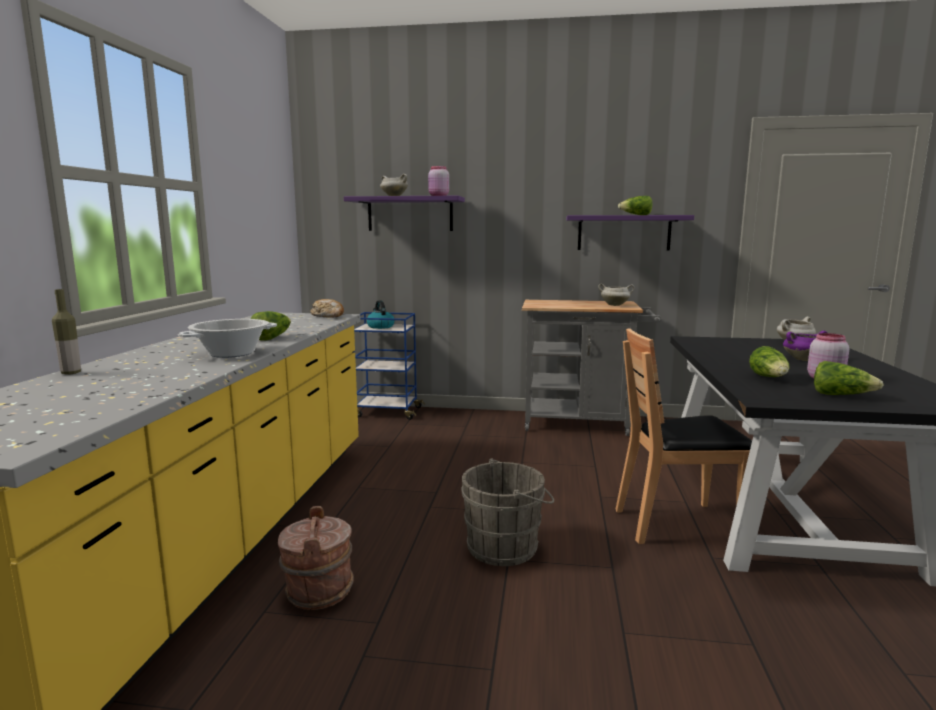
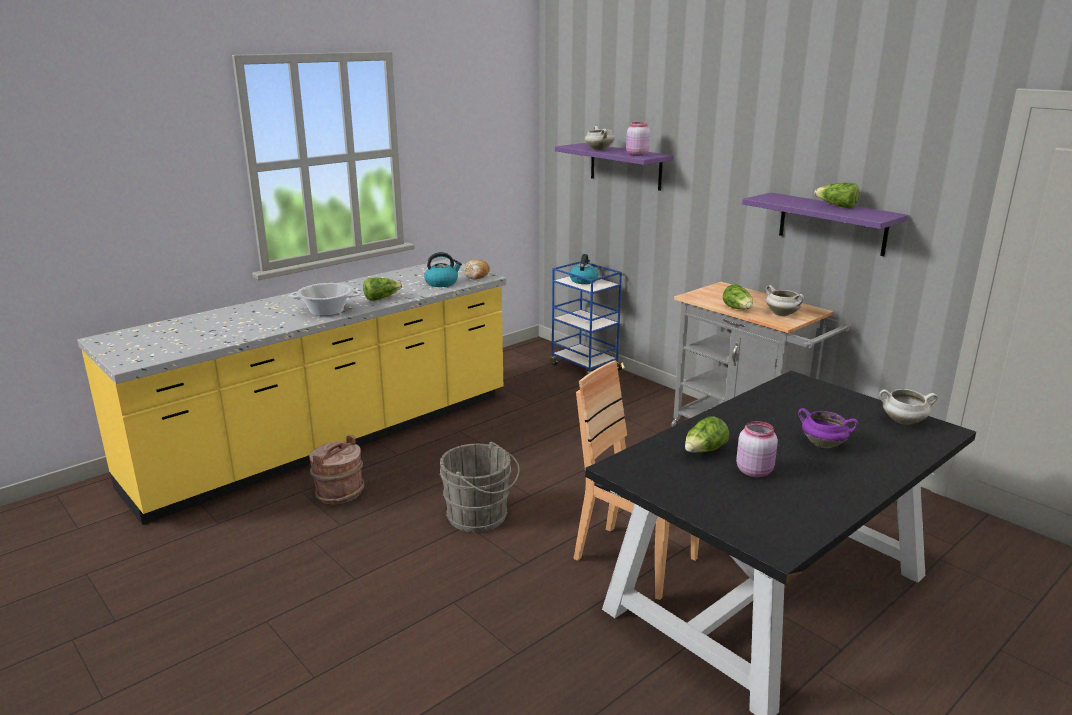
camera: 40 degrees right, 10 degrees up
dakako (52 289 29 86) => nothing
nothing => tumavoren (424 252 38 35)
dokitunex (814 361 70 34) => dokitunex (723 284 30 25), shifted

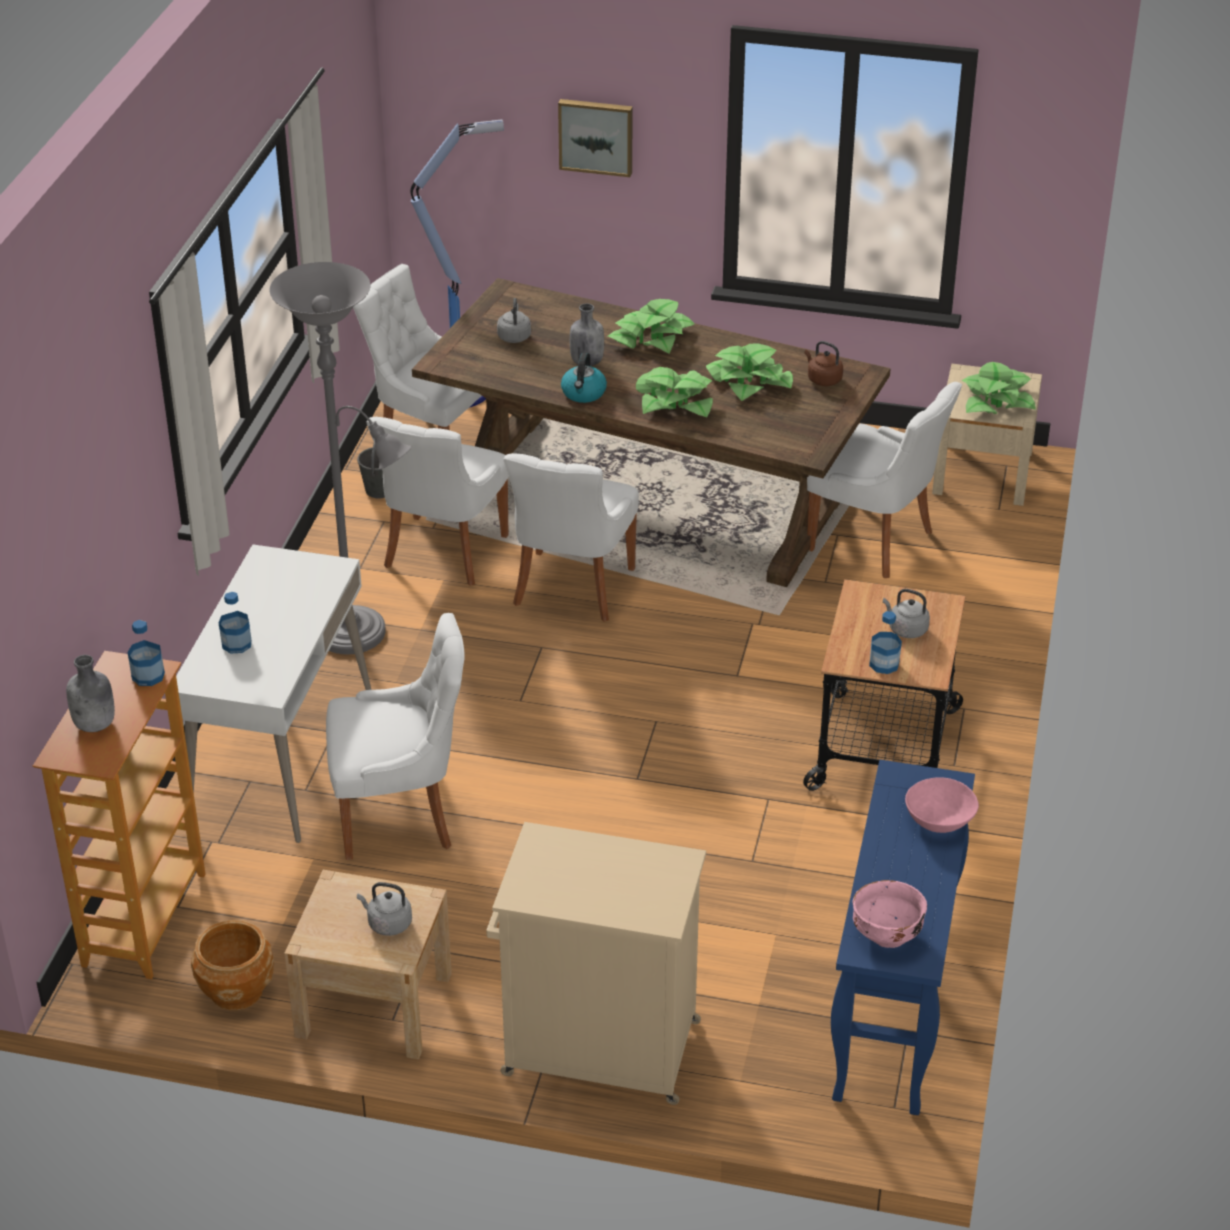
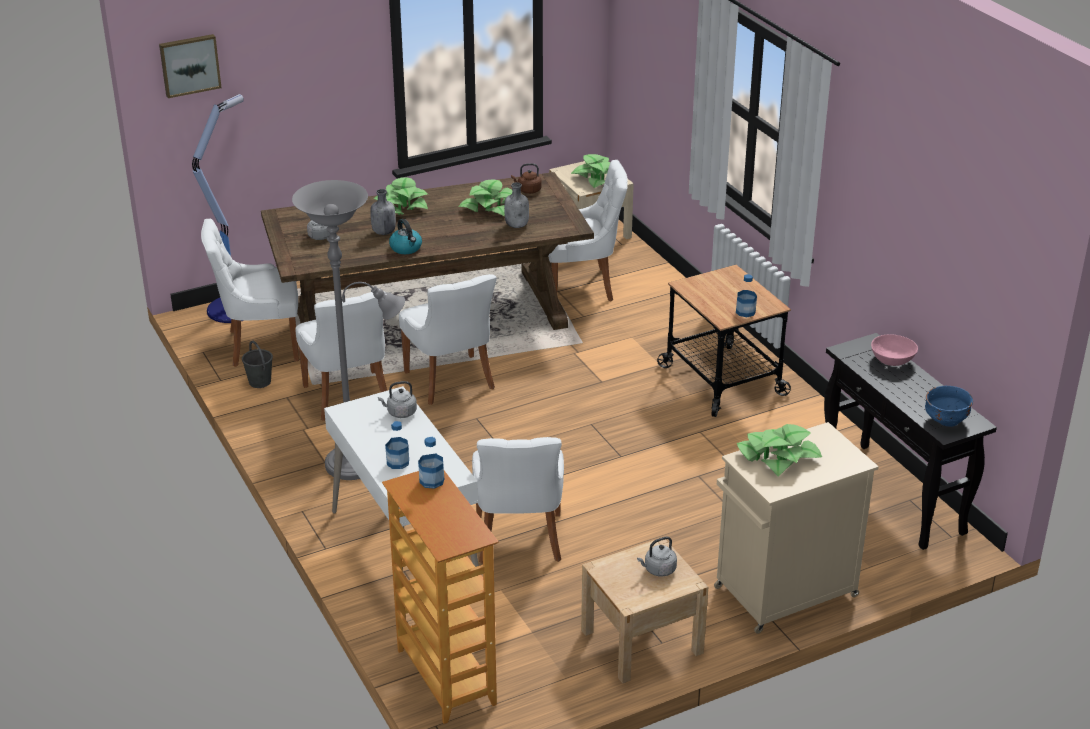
camera: 40 degrees left, 5 degrees down
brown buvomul (191 920 83 90) => nothing
grey dakako (66 655 49 77) => grey dakako (504 182 25 46), shifted
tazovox (558 99 75 78) => tazovox (159 34 62 64), shifted
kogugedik (636 367 77 50) => kogugedik (737 424 85 52), shifted
grey tumavoren (883 589 47 49) => grey tumavoren (378 381 39 37), shifted
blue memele (831 760 144 355) => black memele (824 333 173 217)
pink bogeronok (853 880 74 68) => blue bogeronok (925 386 48 41)
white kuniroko (326 613 139 247) => white kuniroko (472 437 92 127), 135 degrees clockwise

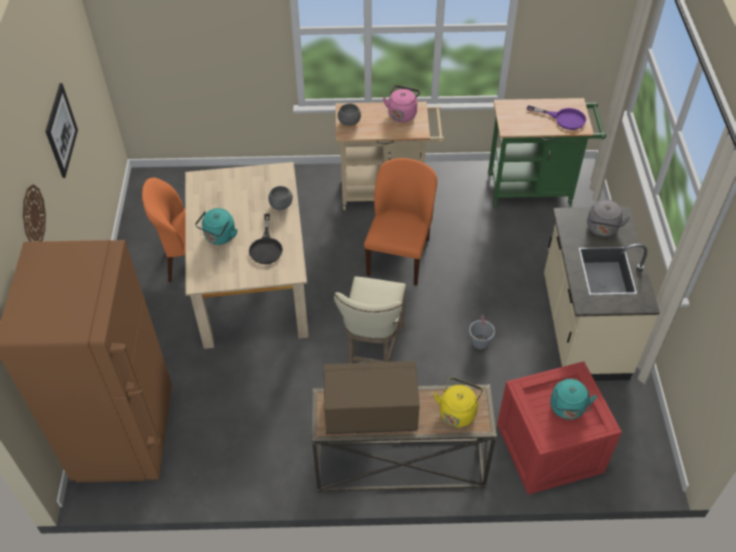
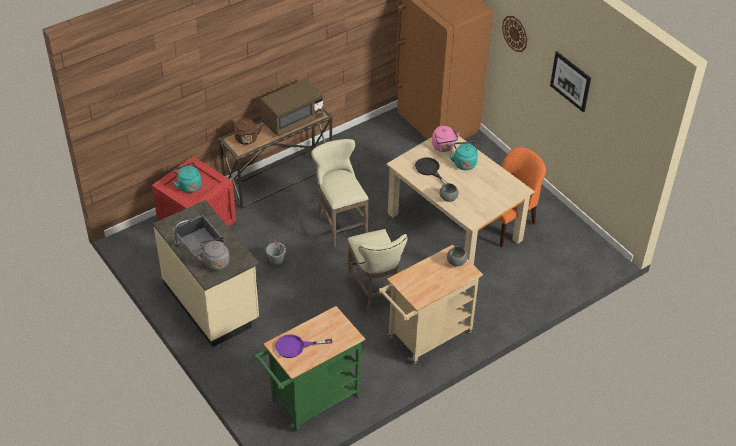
camera: 145 degrees right, 5 degrees down
pink tumavoren (383 85 37 37) => pink tumavoren (432 126 28 26), shifted
orange kuniroko (364 158 73 128) => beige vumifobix (347 229 61 82)
yellow tumavoren (434 377 49 50) => brown tumavoren (234 118 28 27)

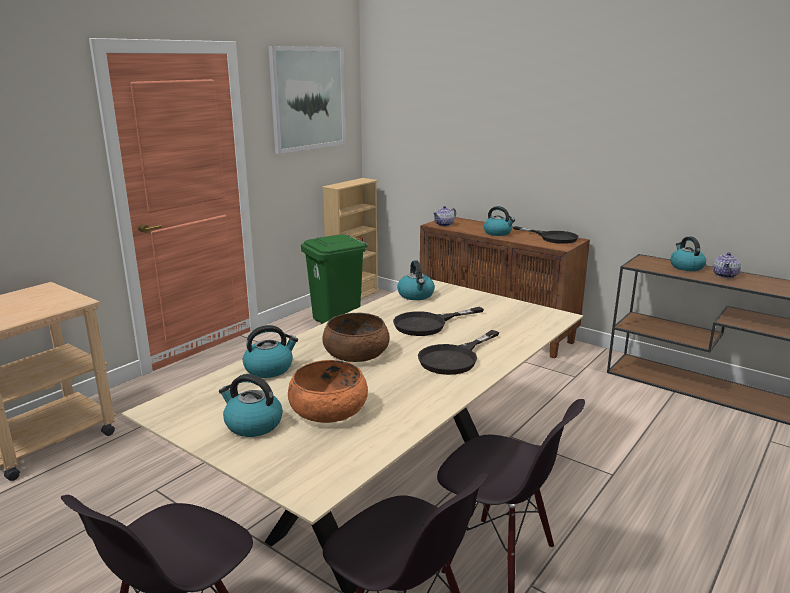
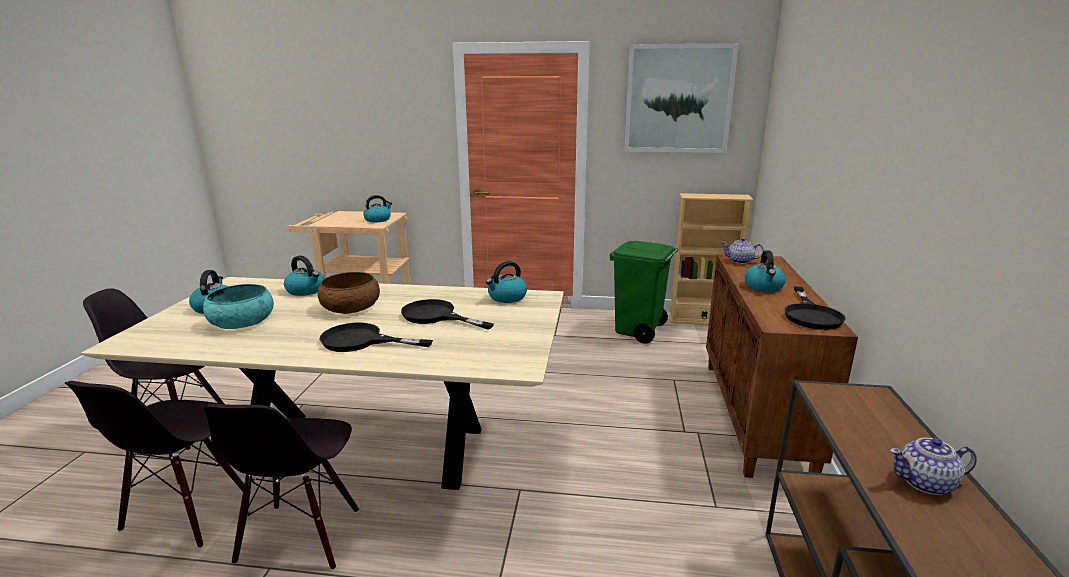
camera: 60 degrees right, 0 degrees up
tumavoren (670 237 36 34) => tumavoren (364 195 28 27), shifted
orange bogeronok (288 360 80 63) => turquoise bogeronok (203 284 71 45)

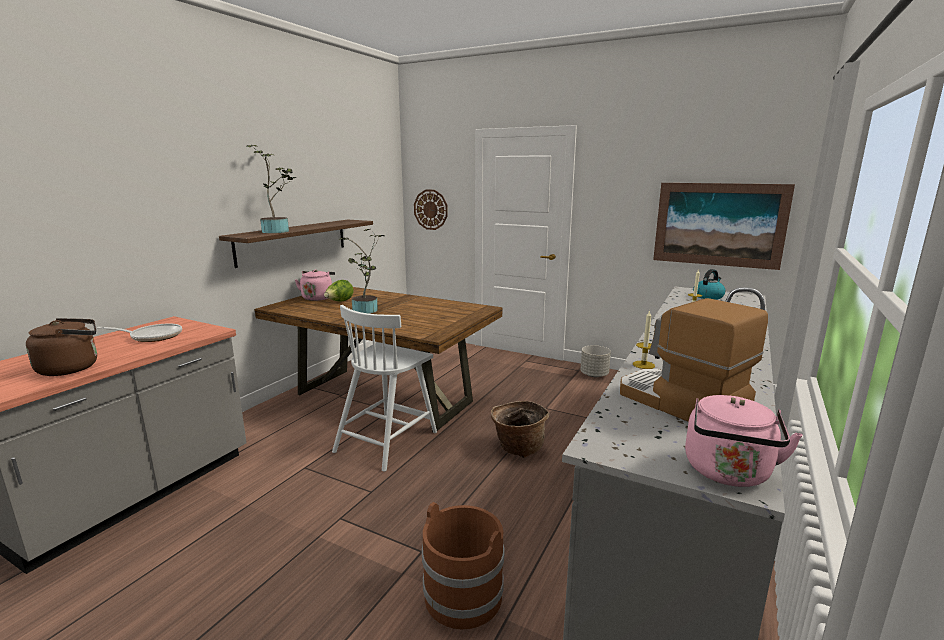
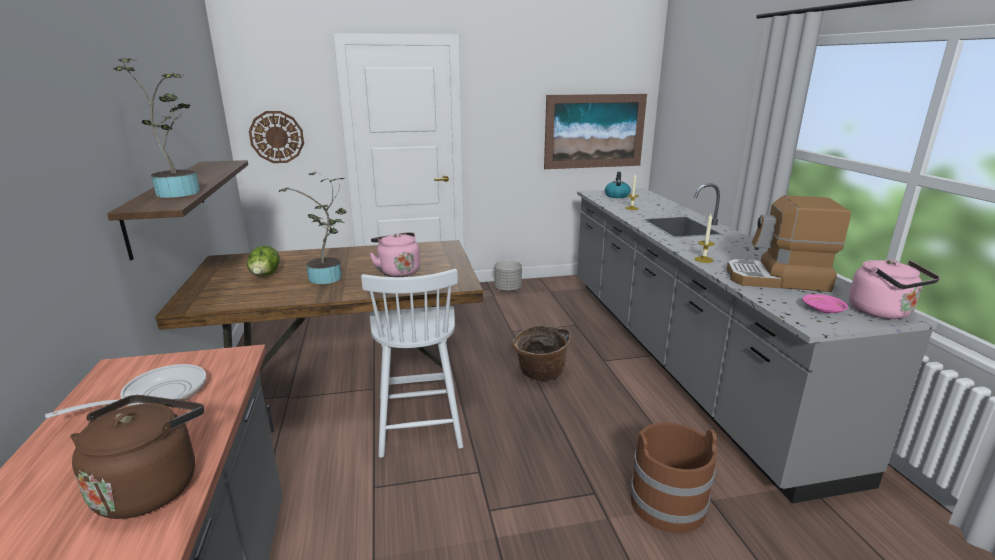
camera: 40 degrees left, 5 degrees up
nothing => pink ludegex (803 294 45 19)
pink tumavoren (295 269 40 32) => pink tumavoren (369 232 51 45), shifted

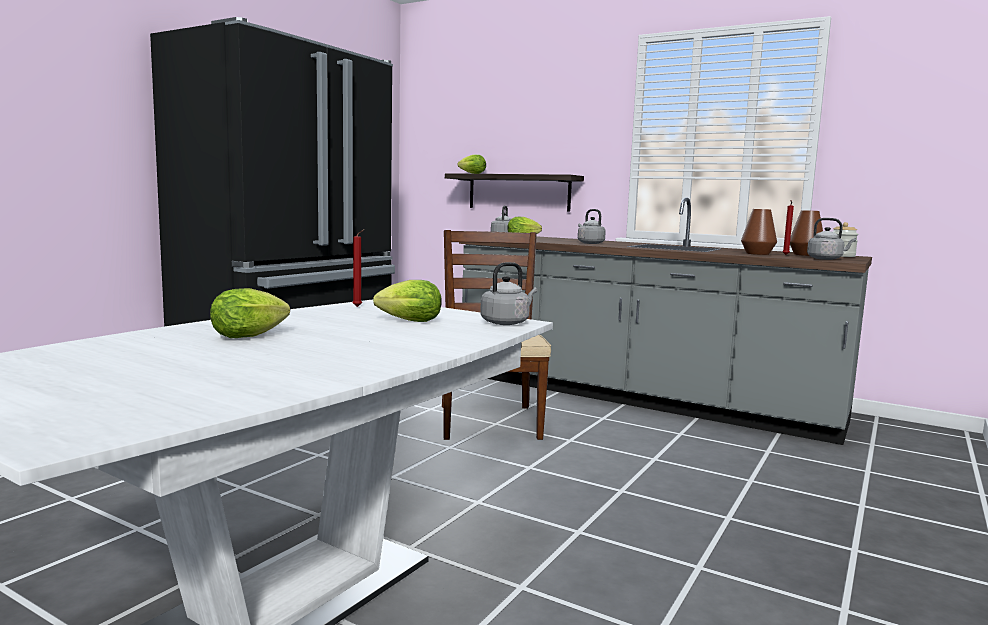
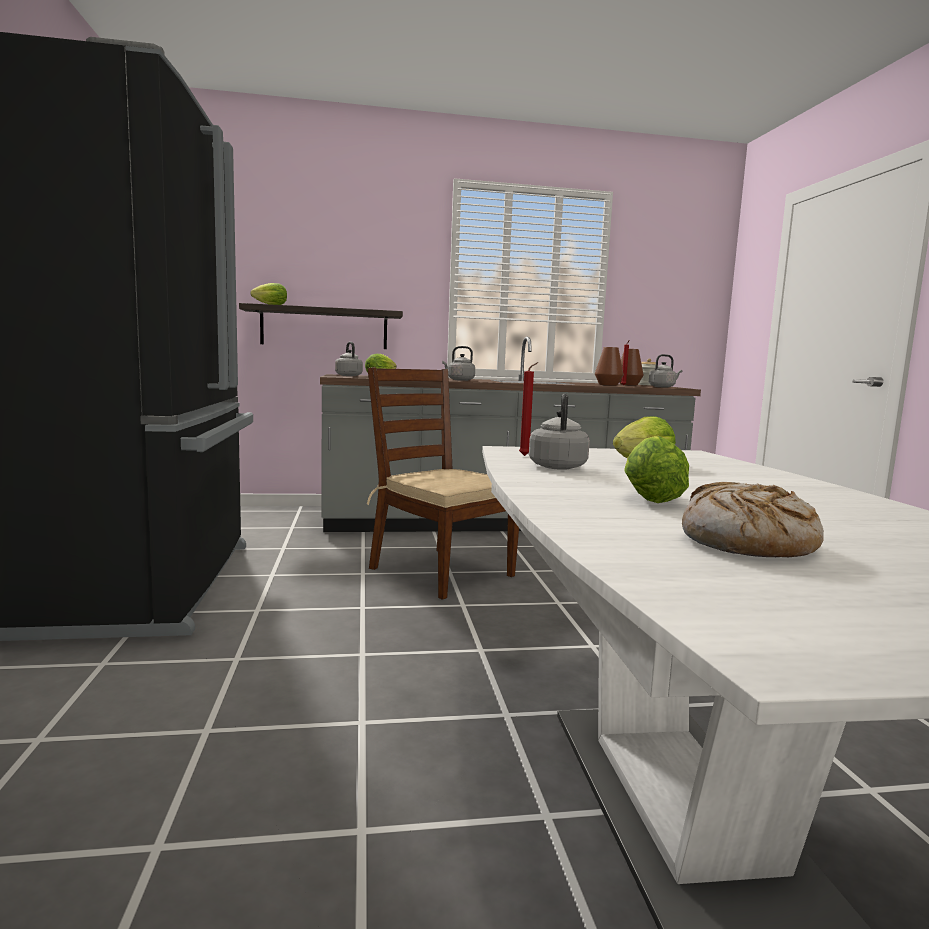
camera: 40 degrees left, 0 degrees up
nothing => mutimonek (682 482 142 75)
grey tumavoren (480 262 57 63) => grey tumavoren (529 394 61 76), shifted

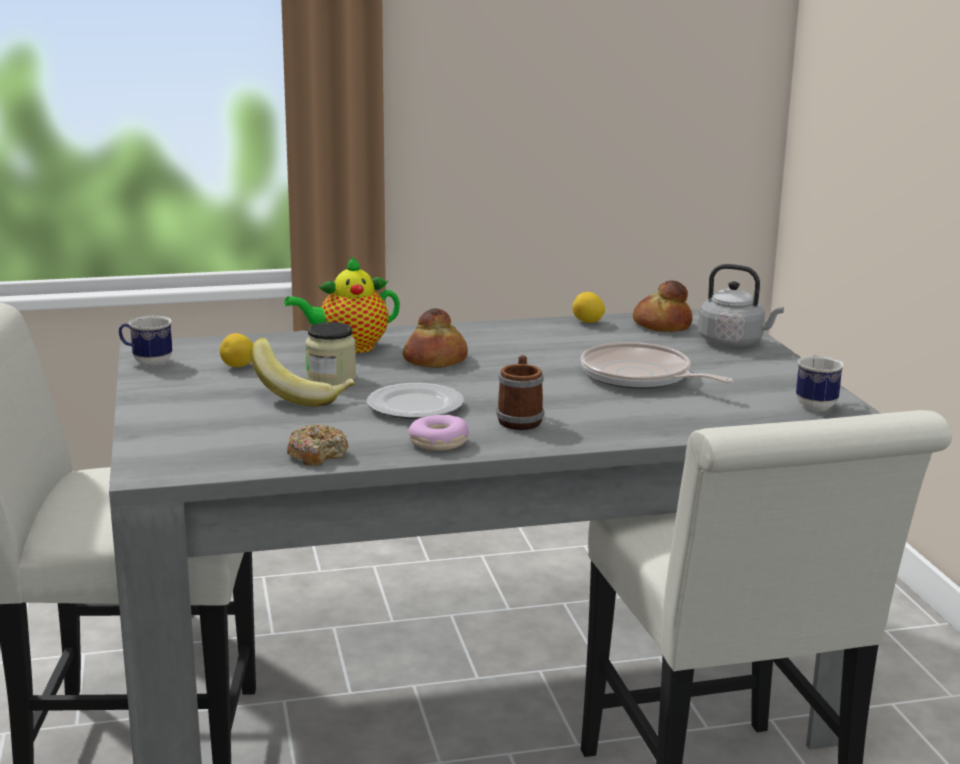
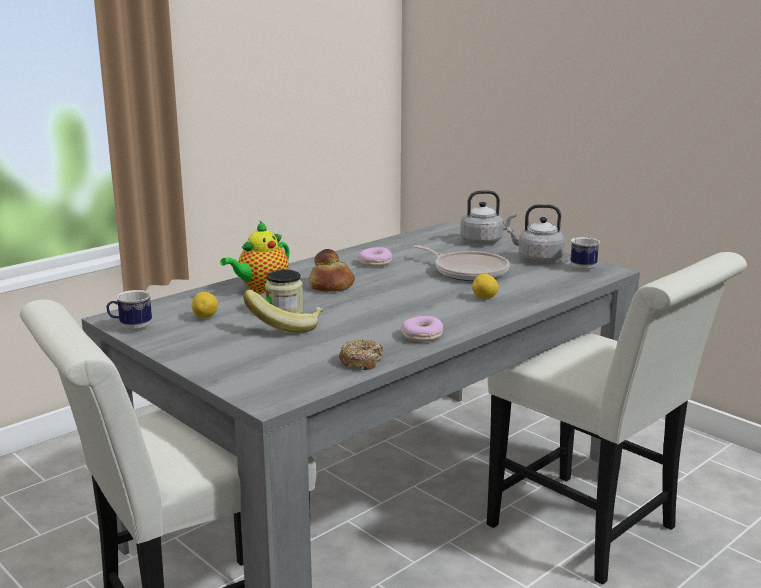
camera: 30 degrees left, 0 degrees up
ludegex (367 383 97 36) => nothing
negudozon (496 355 48 75) => nothing
mutimonek (633 280 60 52) => nothing
nothing => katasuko (358 247 34 20)
nothing => grey tumavoren (507 204 58 59)
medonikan (572 292 33 31) => medonikan (472 274 27 25), shifted
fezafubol (581 342 152 47) => fezafubol (413 245 97 36), 150 degrees counterclockwise

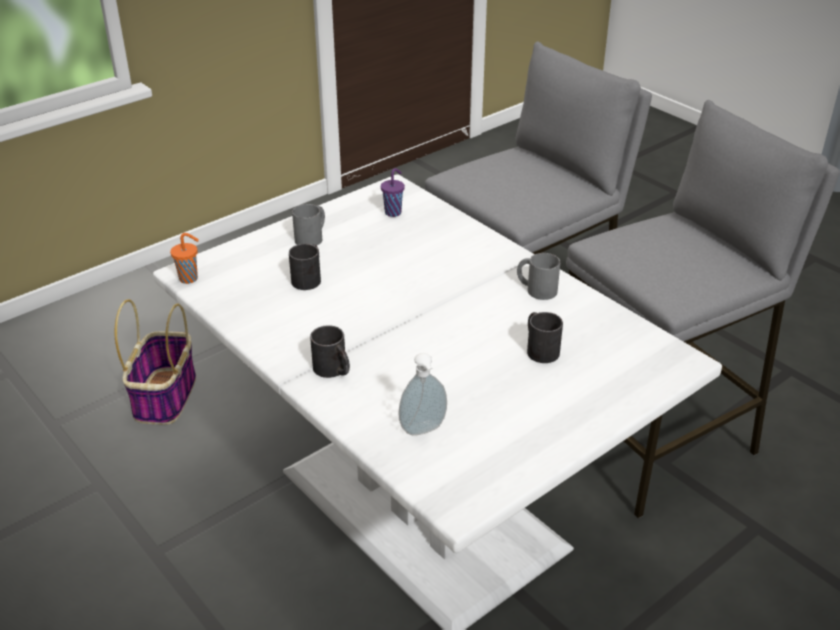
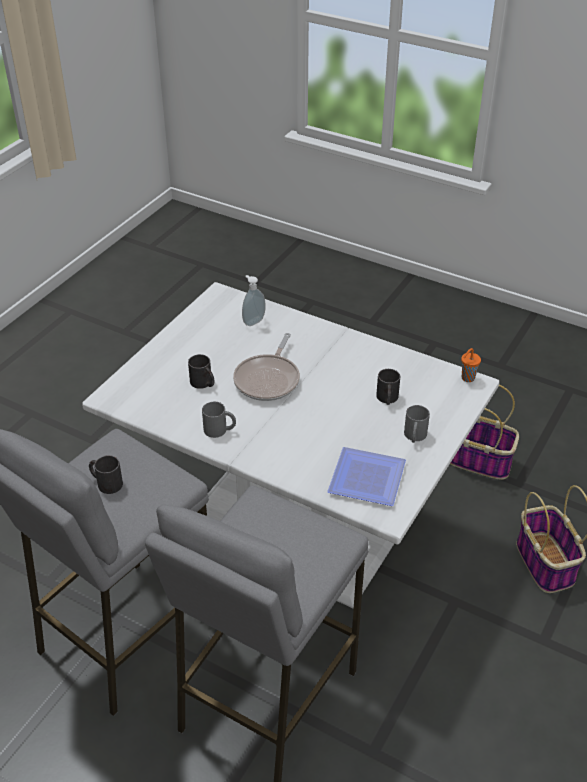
camera: 160 degrees right, 5 degrees up
nothing => fezafubol (233 333 67 68)
nothing => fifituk (450 385 69 95)
black negudozon (310 325 40 53) => black negudozon (89 455 34 39), shifted
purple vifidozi (381 168 24 49) => ludegex (327 447 79 59)

